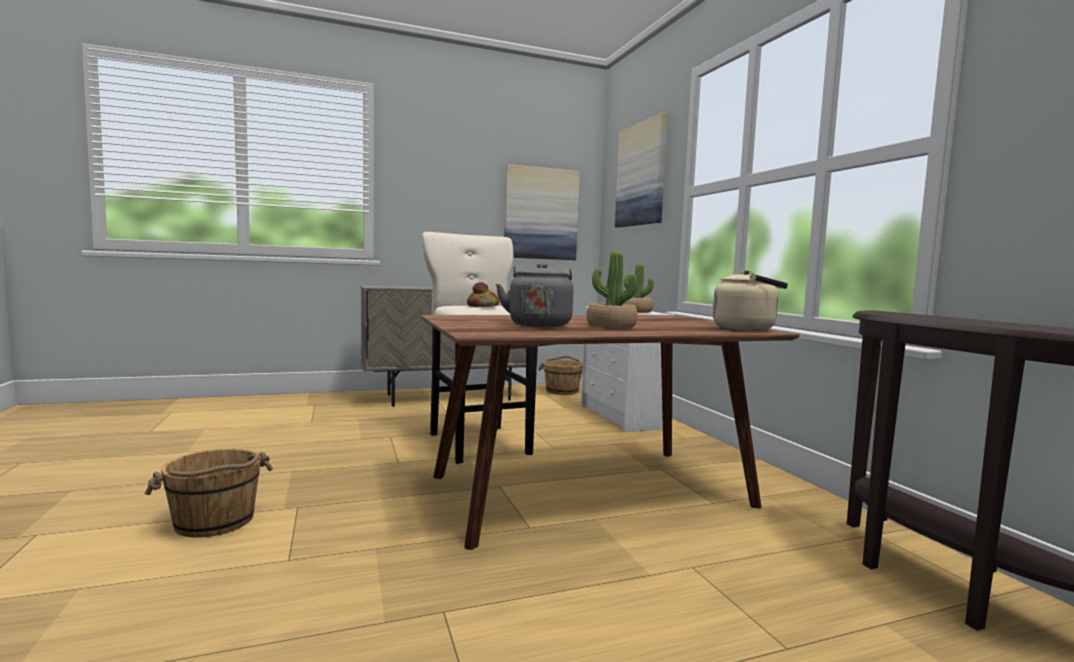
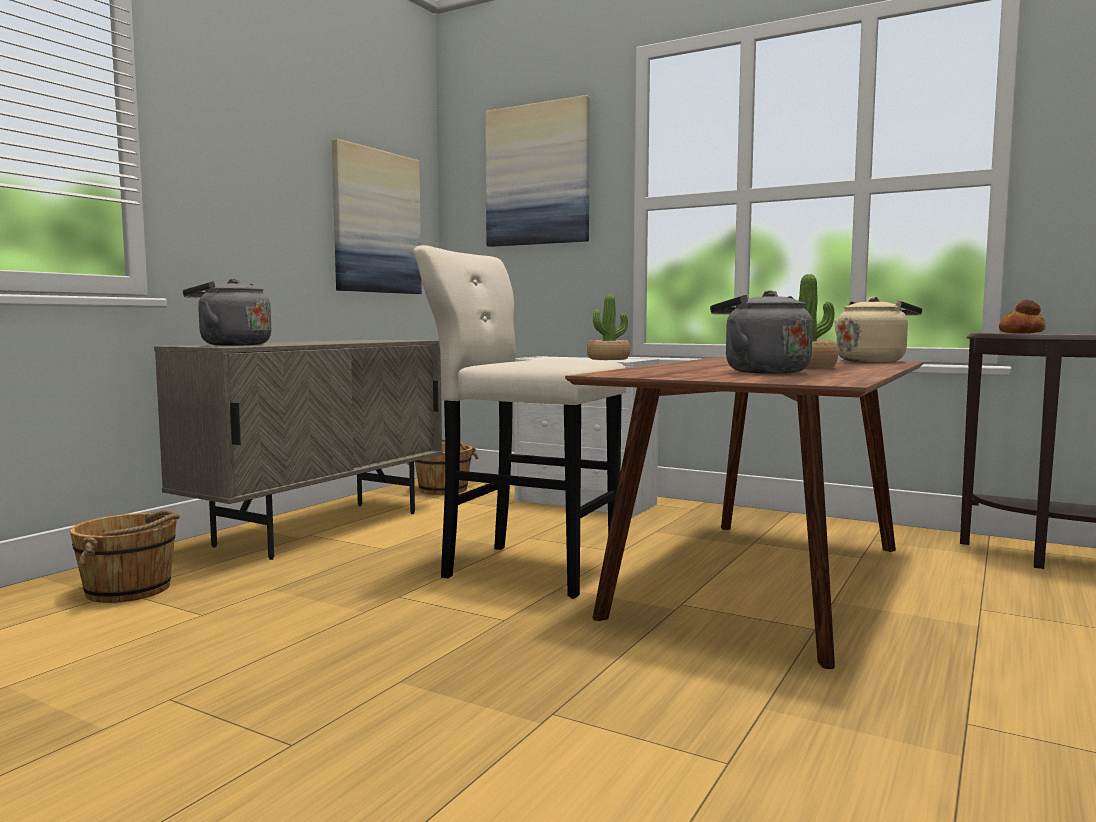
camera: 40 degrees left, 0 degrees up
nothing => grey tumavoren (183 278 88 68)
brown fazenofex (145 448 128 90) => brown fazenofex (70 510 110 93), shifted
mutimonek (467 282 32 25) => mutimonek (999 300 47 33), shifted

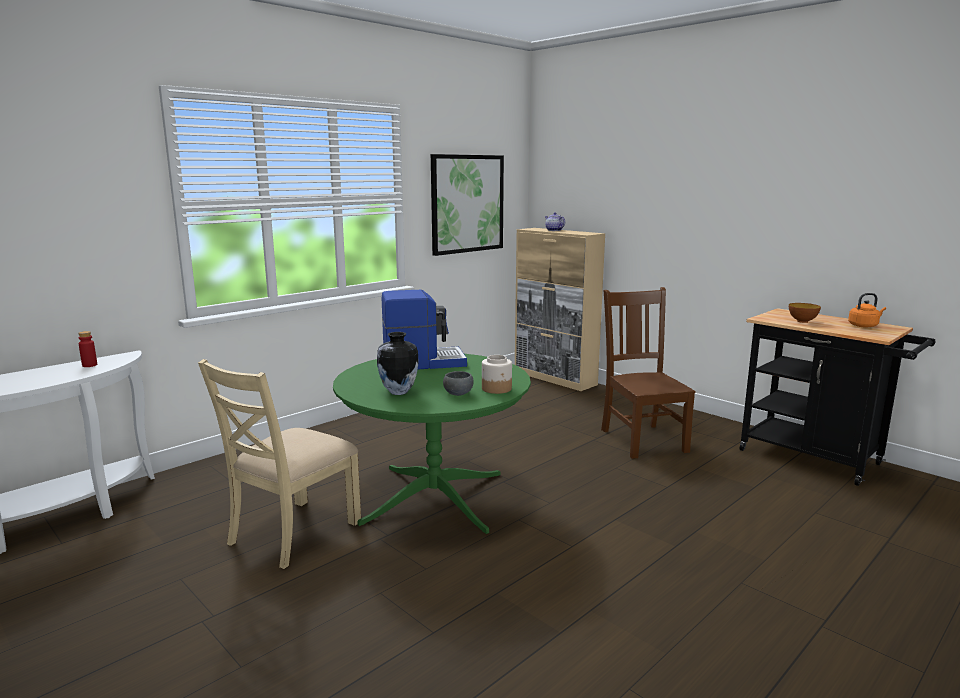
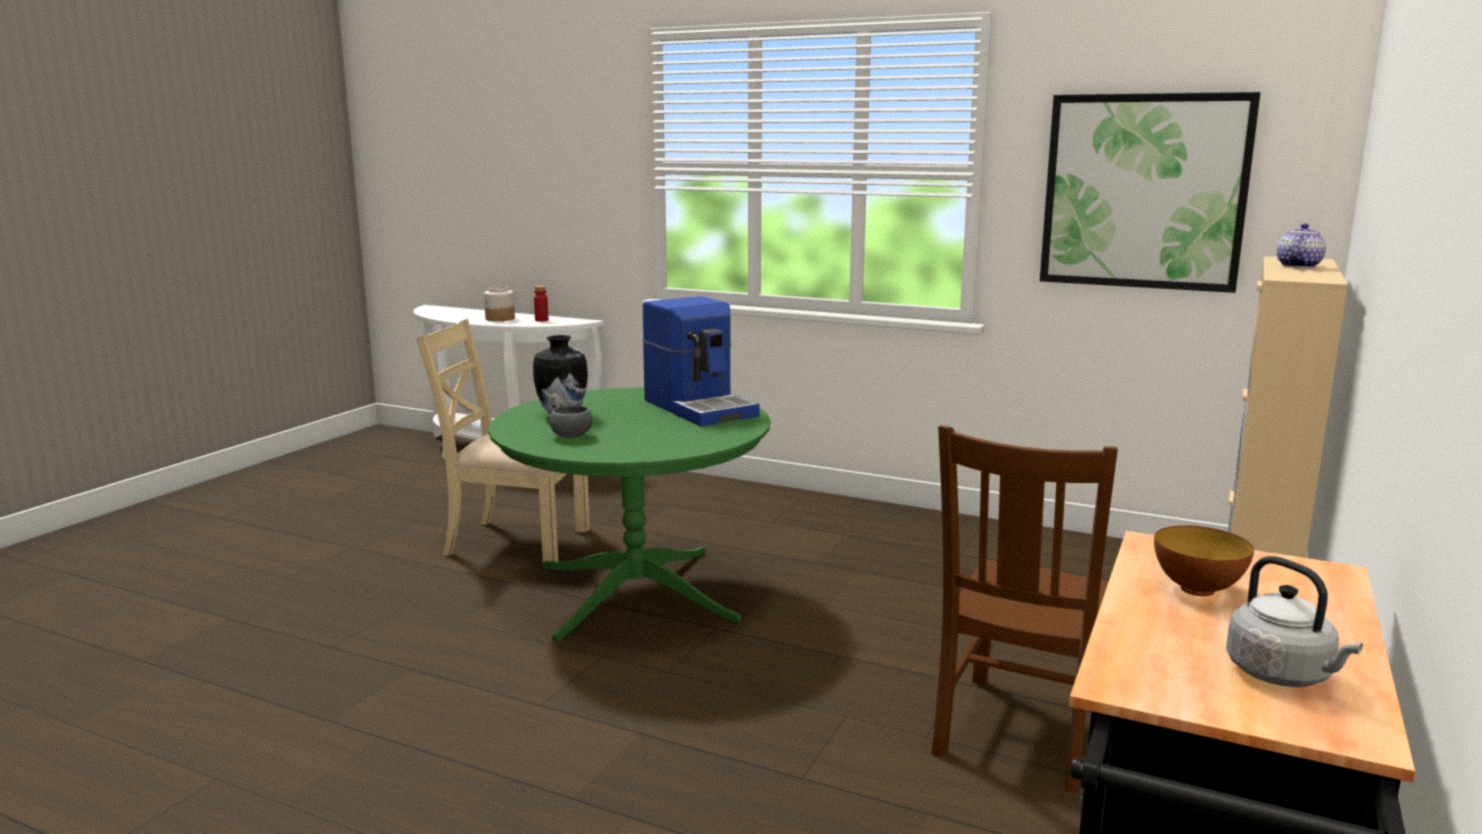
camera: 70 degrees right, 0 degrees up
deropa (482 355 30 39) => deropa (484 286 31 35), shifted
orange tumavoren (848 293 38 35) => grey tumavoren (1226 556 137 131)
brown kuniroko (601 287 95 172) => brown kuniroko (931 425 187 368), 150 degrees clockwise

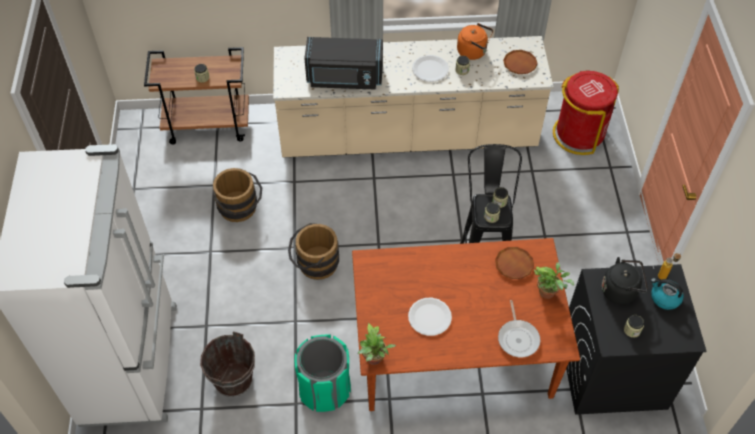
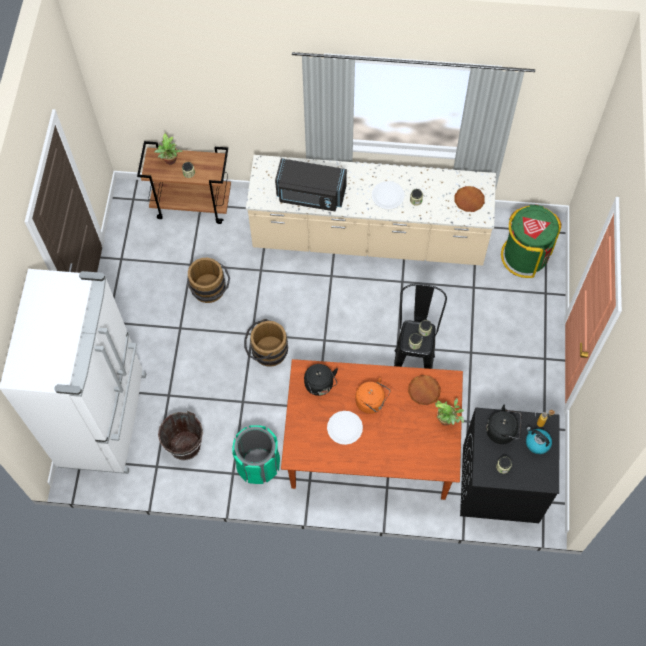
camera: 10 degrees right, 10 degrees up
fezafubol (498 300 42 57) => nothing
nothing => black tumavoren (304 364 34 32)
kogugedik (358 323 38 42) => kogugedik (154 133 29 32), shifted
orange tumavoren (457 23 36 37) => orange tumavoren (355 378 36 36), shifted
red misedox (553 71 66 84) => green misedox (501 205 61 73)

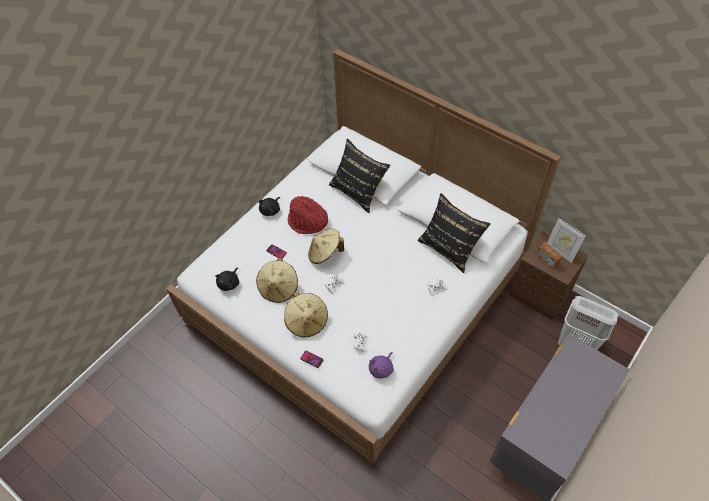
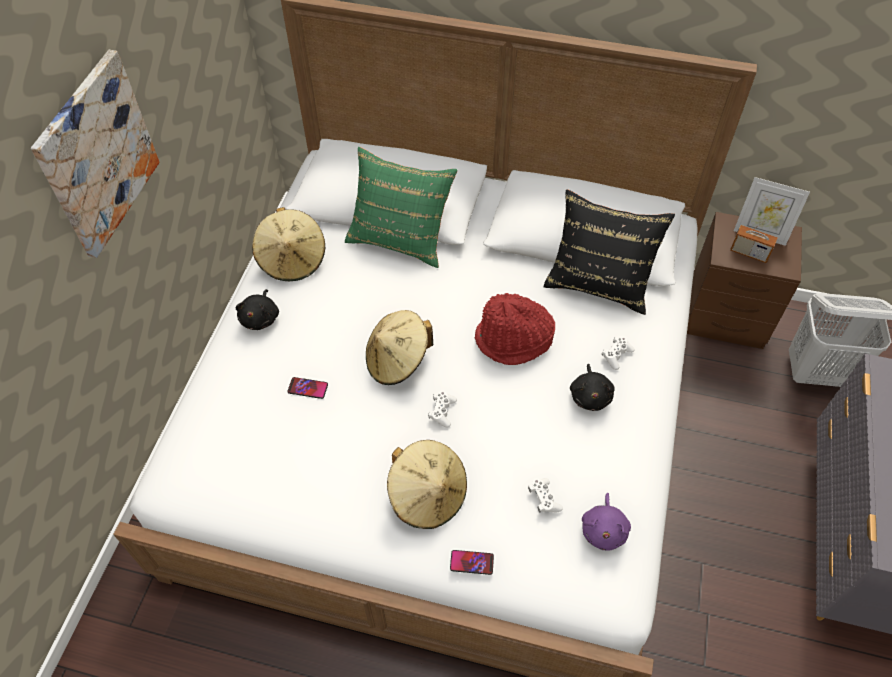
camera: 25 degrees left, 0 degrees up
nothing => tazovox (31 50 128 208)
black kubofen (215 268 24 23) => black kubofen (570 364 45 47), shifted
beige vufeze (256 258 42 45) => beige vufeze (252 207 73 74), shifted
red vufeze (288 196 40 38) => red vufeze (475 293 80 72), shifted
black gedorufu (329 138 61 75) => green gedorufu (345 147 112 121)

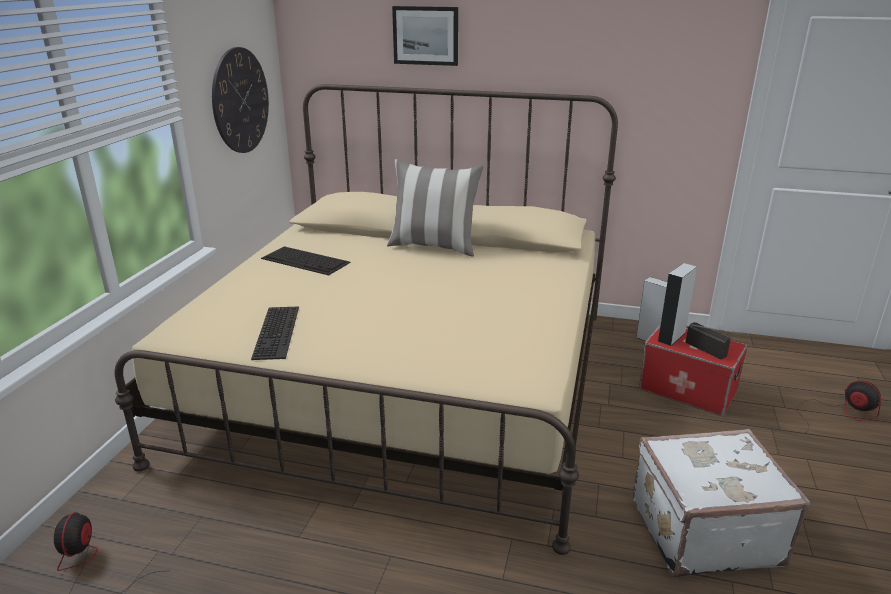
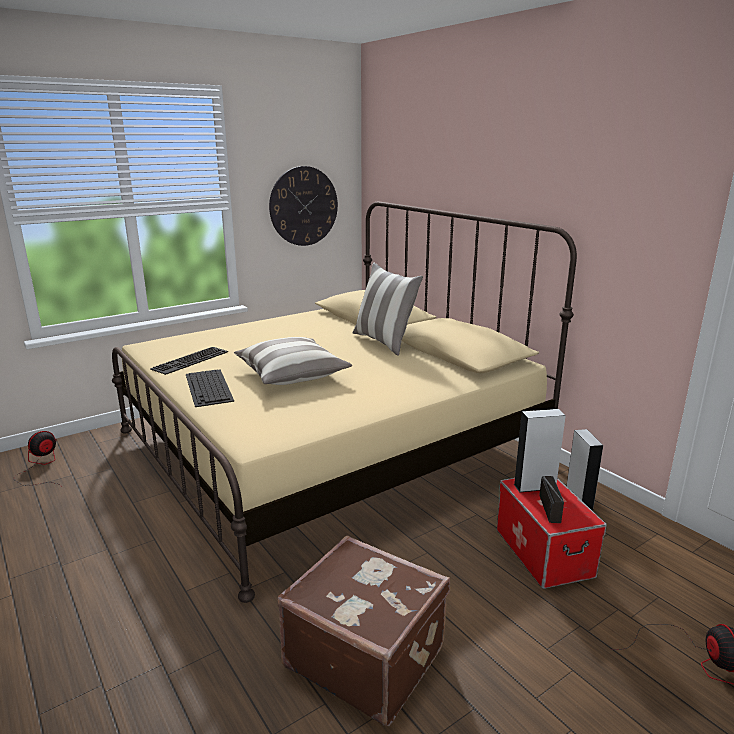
camera: 40 degrees right, 5 degrees down
tazovox (392 6 66 60) => nothing
nothing => gedorufu (234 337 118 48)
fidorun (261 246 90 29) => fidorun (186 369 48 38), shifted
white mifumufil (633 429 177 148) => brown mifumufil (277 535 173 191)

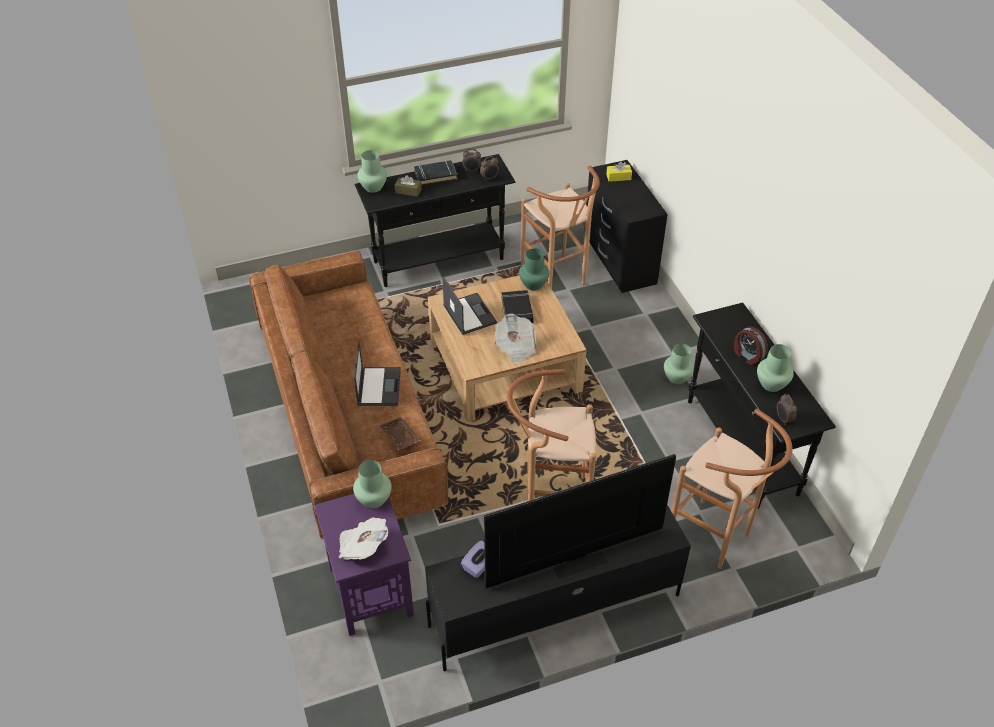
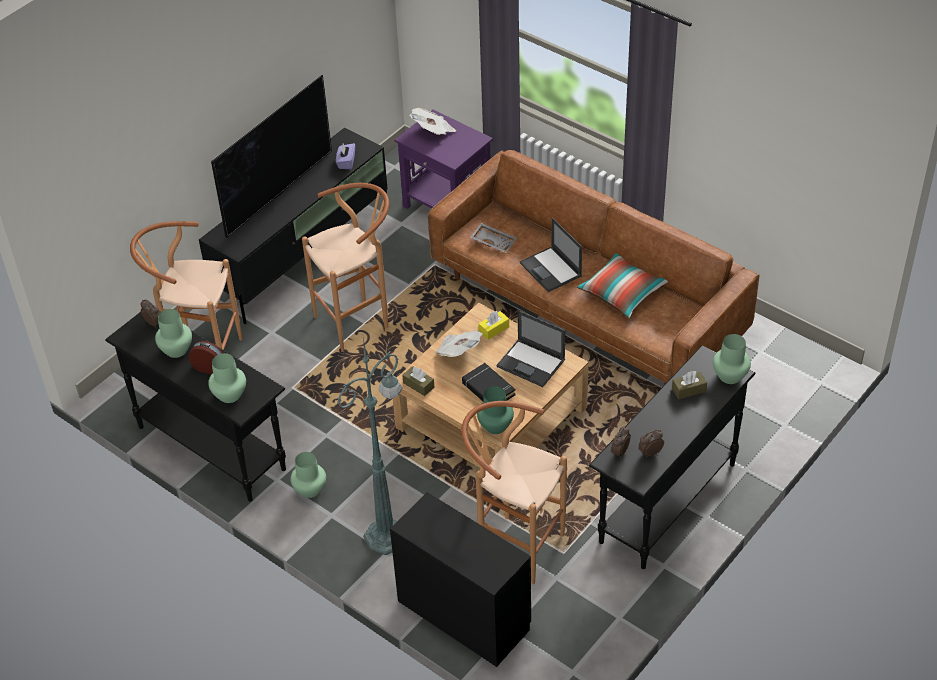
camera: 150 degrees right, 0 degrees up
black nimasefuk (414 160 43 26) => nothing
nothing => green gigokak (337 338 65 217)
nothing => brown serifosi (402 366 32 30)
nothing => gedorufu (577 253 91 65)
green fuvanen (353 460 39 48) => green fuvanen (208 353 38 50), shifted
yellow serifosi (606 161 26 21) => yellow serifosi (478 311 31 29), shifted
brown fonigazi (380 417 41 34) => grey fonigazi (470 223 47 30)

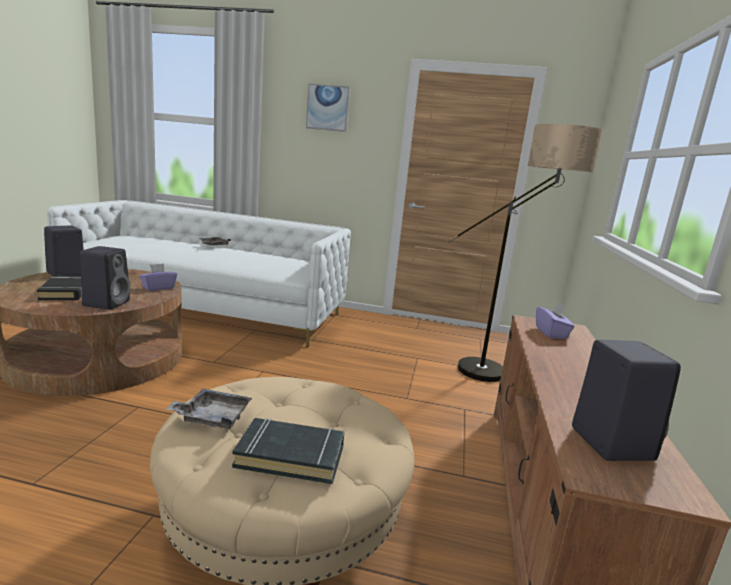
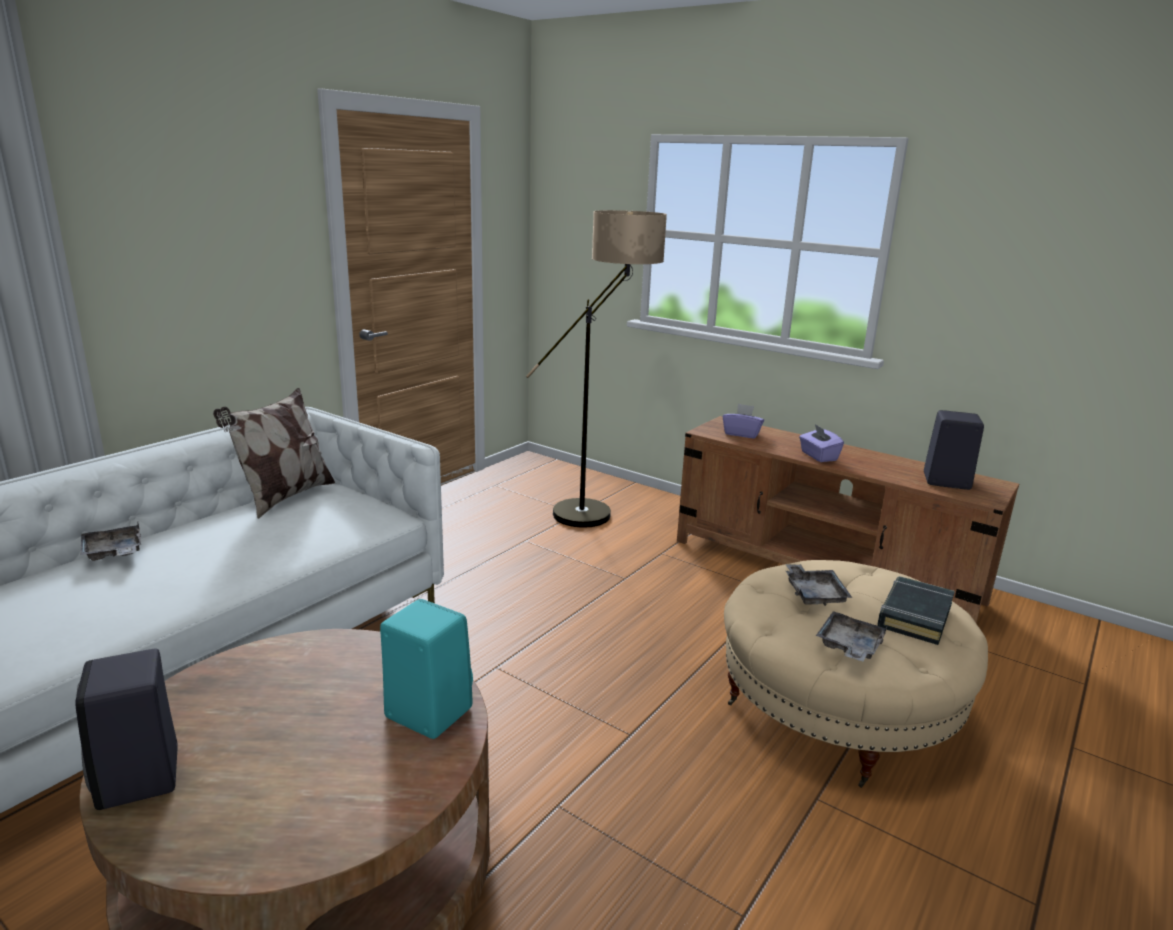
camera: 65 degrees left, 5 degrees up
black nimasefuk (37 275 45 25) => nothing
tazovox (306 84 44 48) => nothing
nothing => gedorufu (213 388 122 131)
nothing => grey fonigazi (786 564 66 42)
purple serifosi (139 263 38 28) => purple serifosi (799 424 45 38), shifted
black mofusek (79 246 51 63) => turquoise mofusek (380 599 93 140)

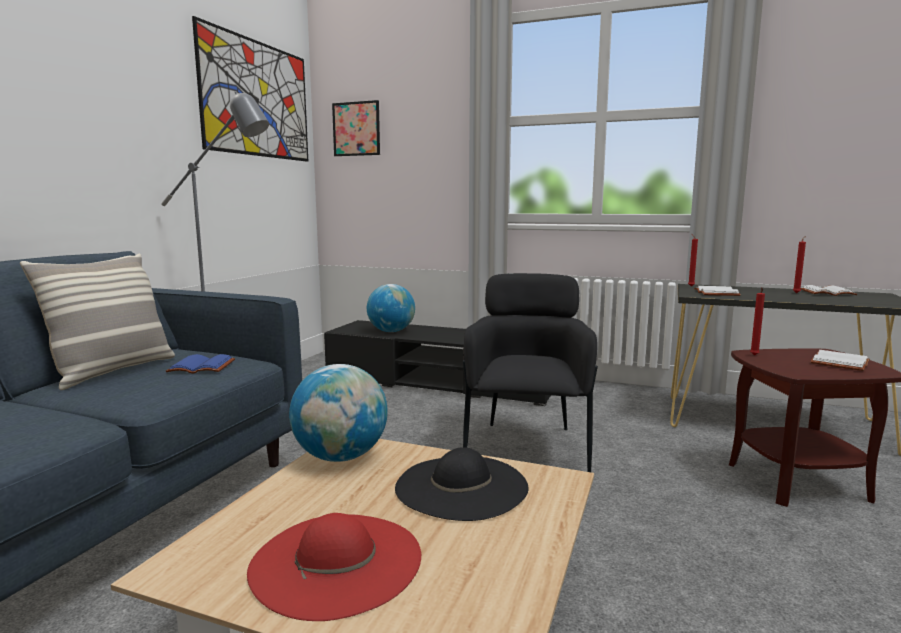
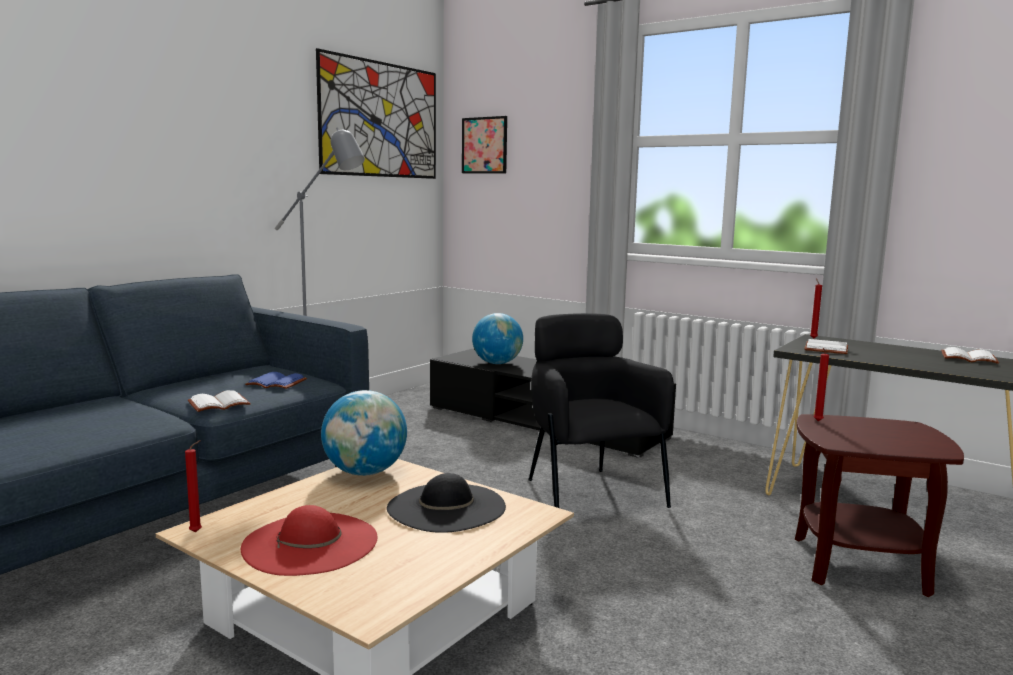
camera: 15 degrees right, 0 degrees up
gedorufu (20 254 155 136) => nothing
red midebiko (793 236 13 57) => red midebiko (185 440 17 92), shifted
white nimasefuk (810 350 60 21) => white nimasefuk (188 390 63 22), shifted
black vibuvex (463 273 135 200) => black vibuvex (528 313 146 195), 45 degrees counterclockwise

